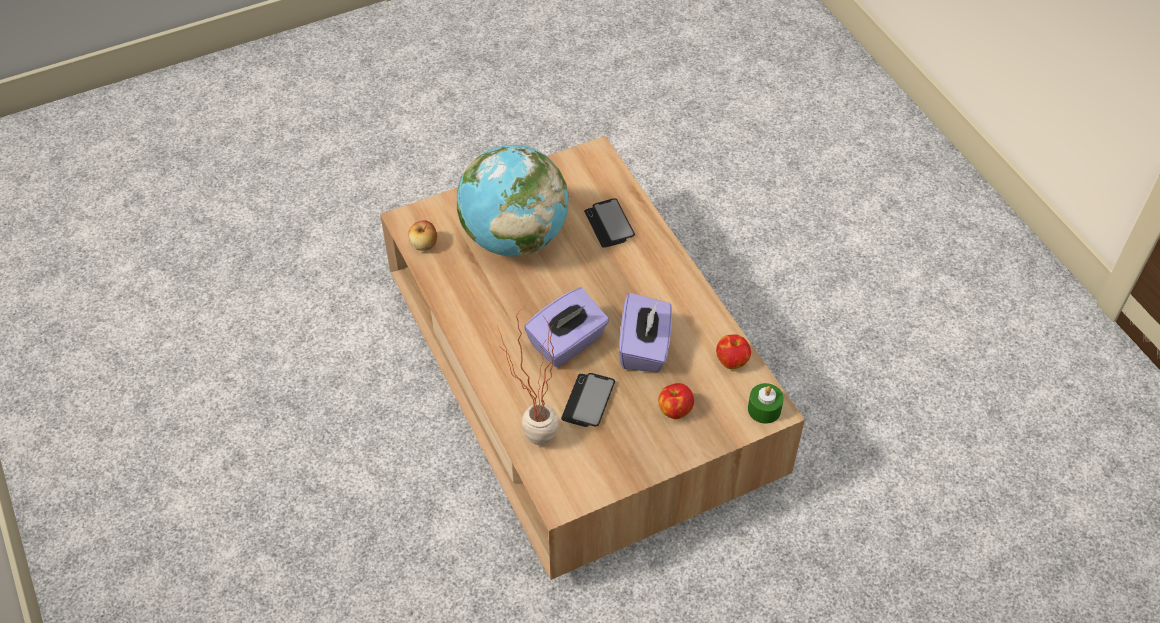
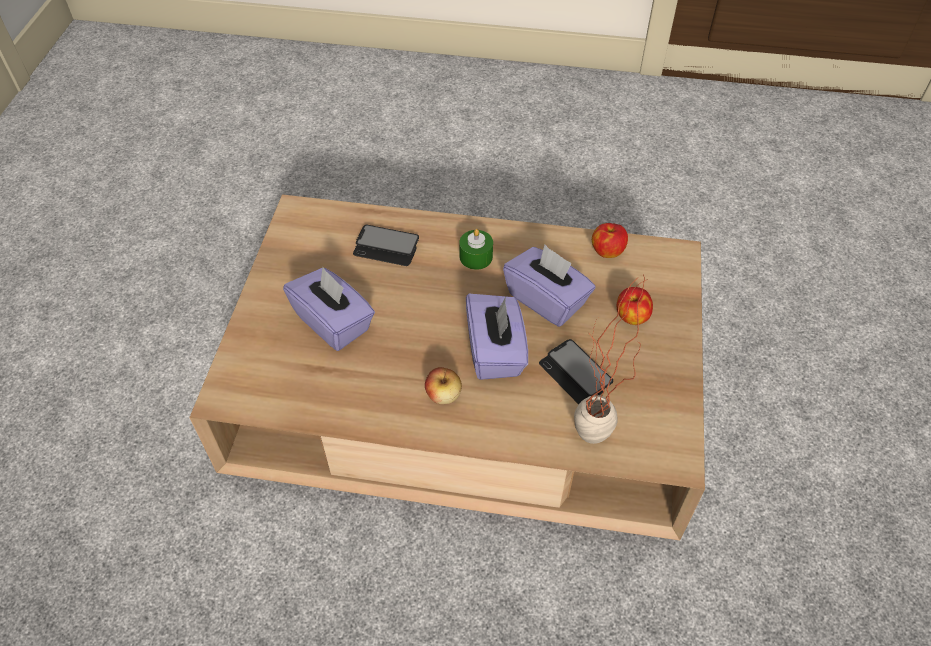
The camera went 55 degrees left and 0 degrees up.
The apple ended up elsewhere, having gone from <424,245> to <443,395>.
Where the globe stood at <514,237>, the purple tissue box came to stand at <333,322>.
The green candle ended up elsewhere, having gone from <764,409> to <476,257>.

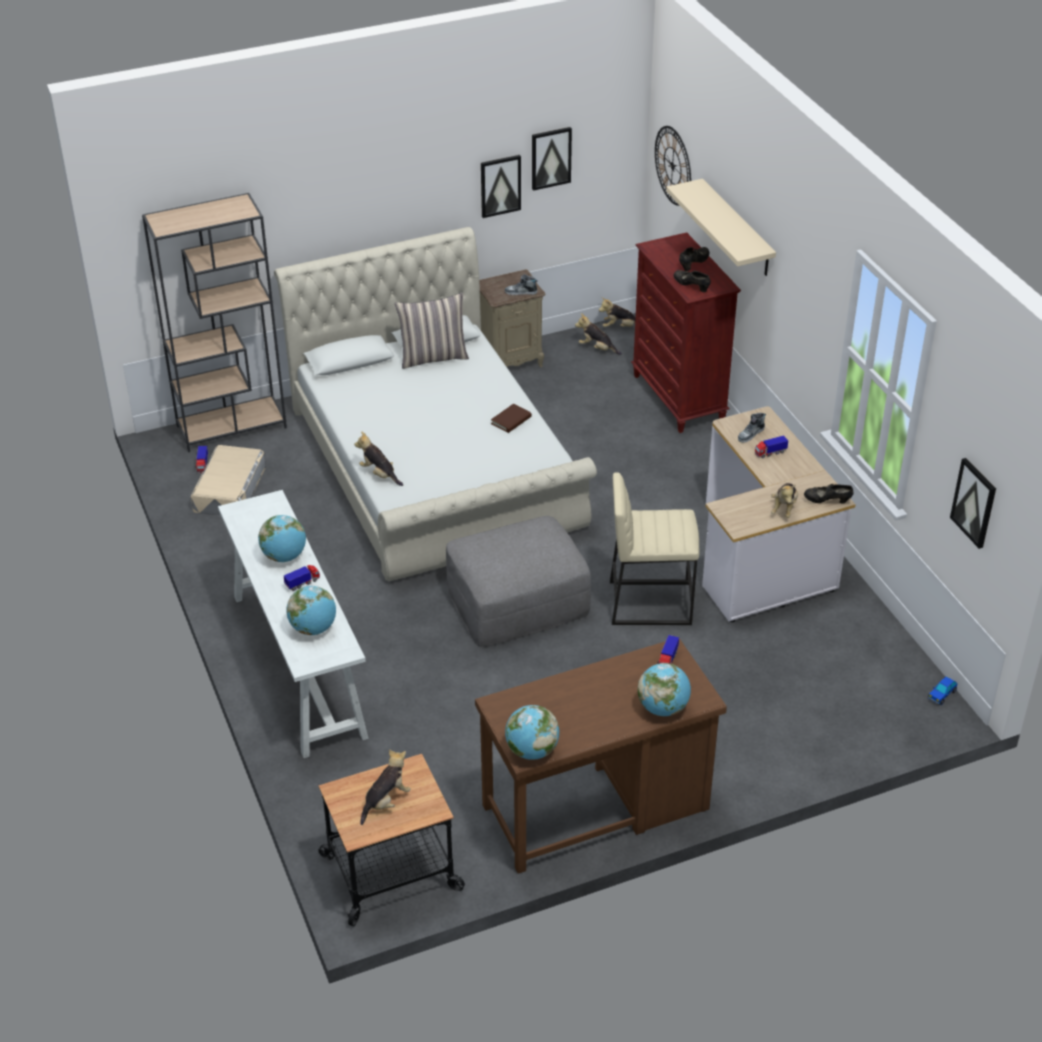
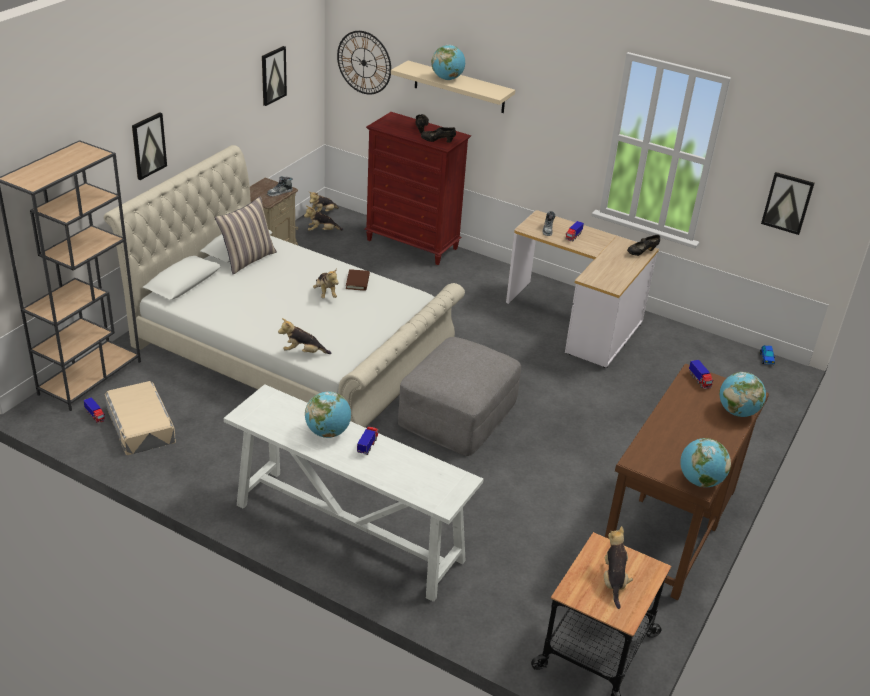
The camera went 40 degrees left and 5 degrees down.
The globe ended up elsewhere, having gone from <313,628> to <447,79>.
The picture ended up elsewhere, having gone from <500,185> to <148,145>.
The second view lost the beige stool at <650,602>.
The plush toy ended up elsewhere, having gone from <784,508> to <325,293>.

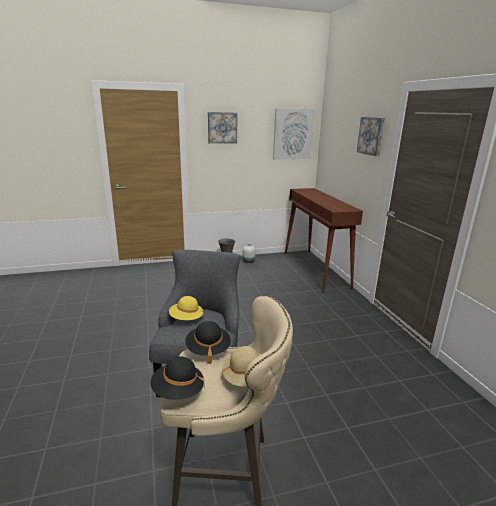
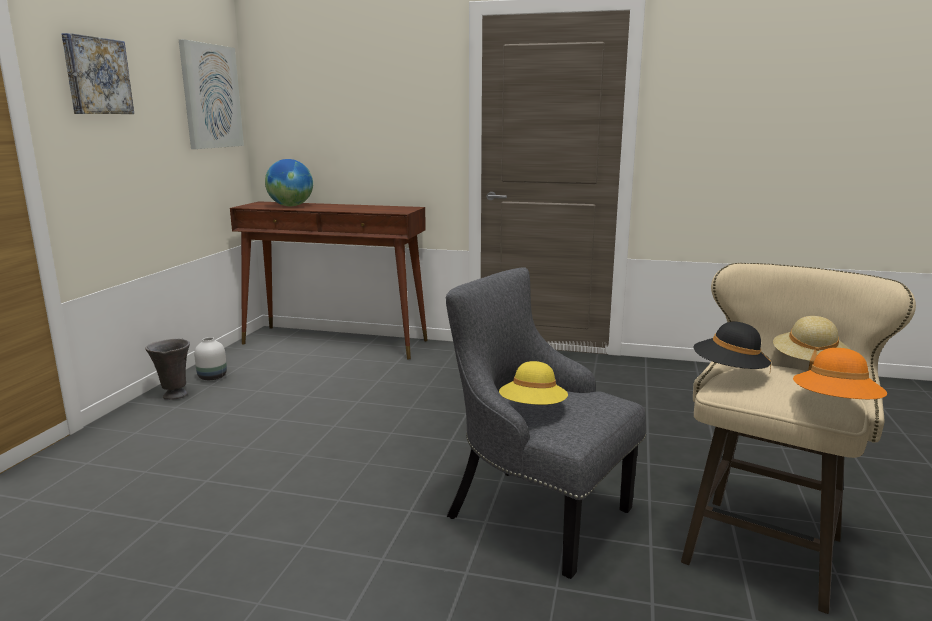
The camera went 60 degrees left and 5 degrees down.
What was the black hat at <178,391> turned into the orange hat at <835,405>.
The second view lost the picture at <371,136>.
The second view gained the globe at <290,206>.

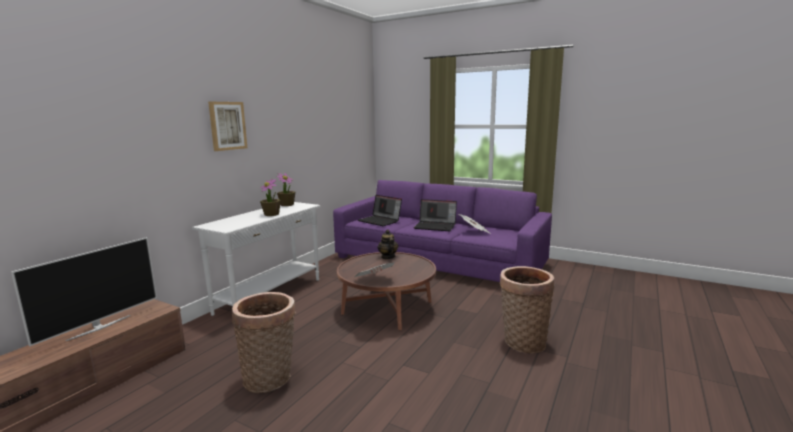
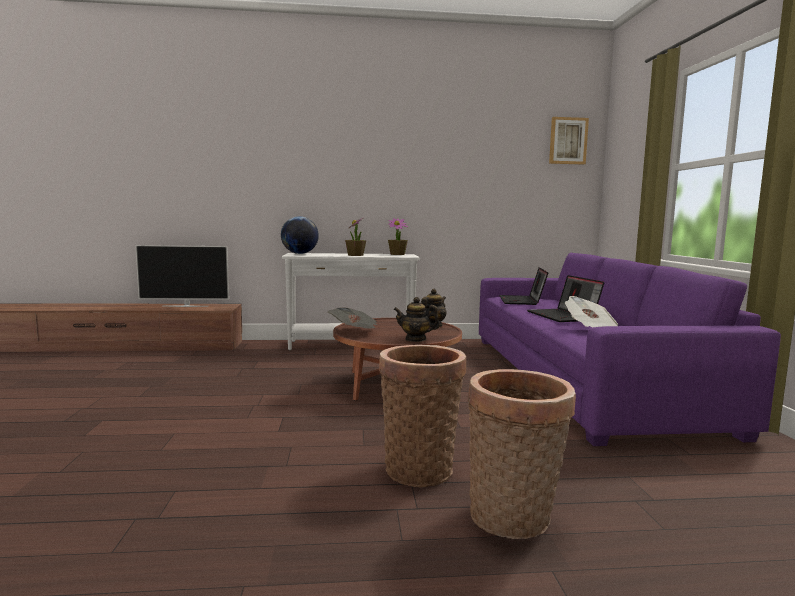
The camera went 55 degrees right and 5 degrees down.
The picture ended up elsewhere, having gone from <227,126> to <568,141>.
The basket ended up elsewhere, having gone from <270,378> to <514,518>.
The second view gained the globe at <300,253>.
The second view gained the teapot at <416,339>.

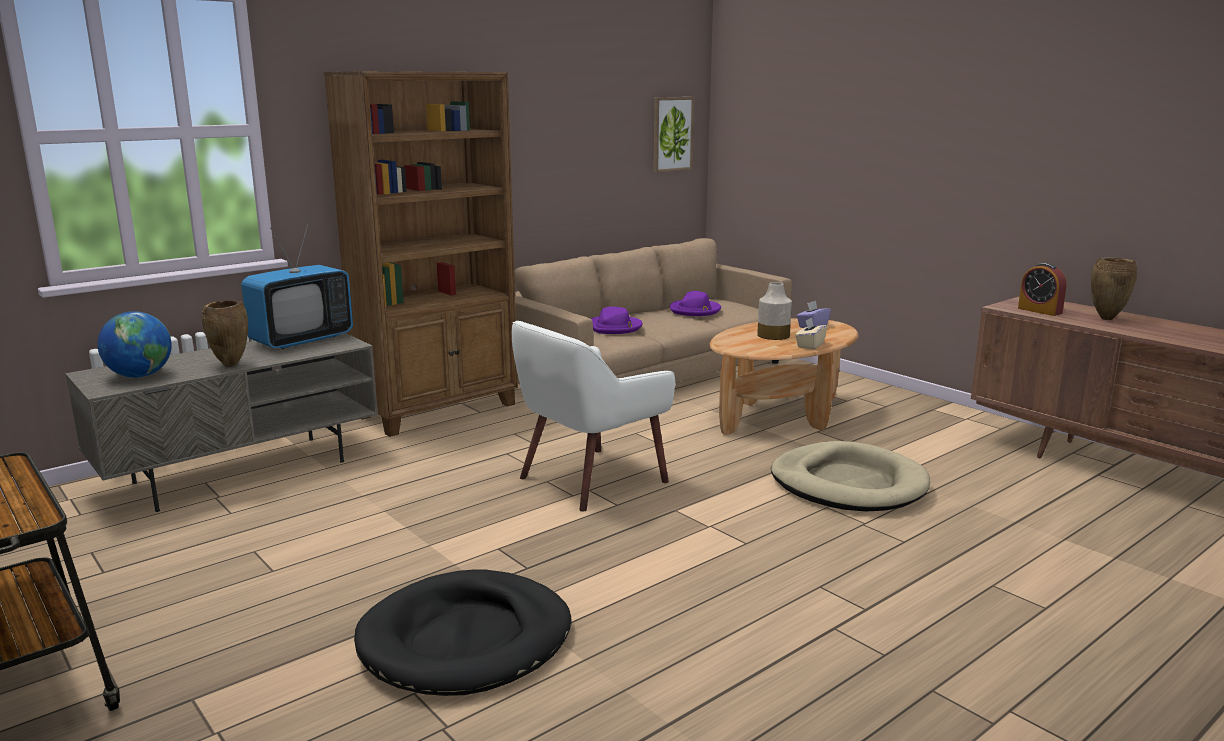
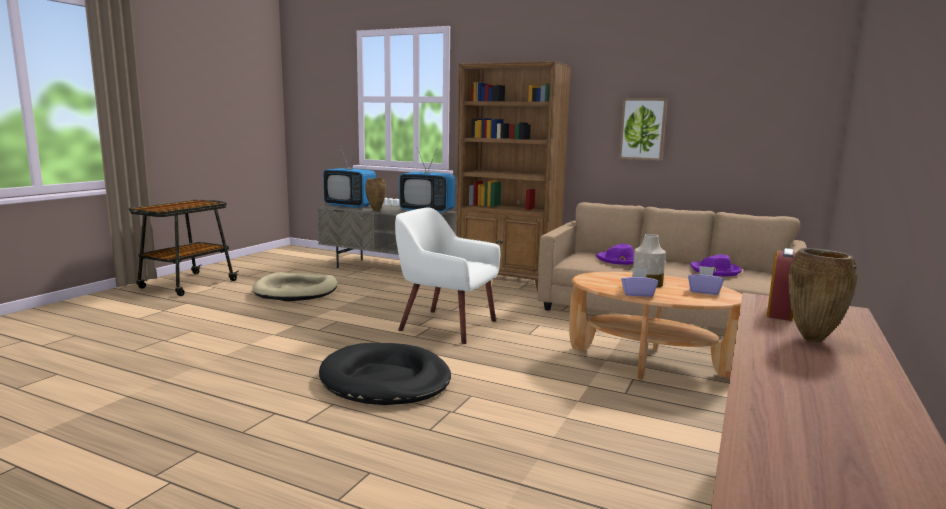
The camera went 65 degrees right and 5 degrees down.
Where the globe stood at <140,376>, the television came to stand at <350,206>.
The black dog bed ended up elsewhere, having gone from <466,639> to <385,380>.
The picture ended up elsewhere, having gone from <672,134> to <642,129>.
The beige dog bed ended up elsewhere, having gone from <848,484> to <296,291>.
What was the beige tissue box at <810,345> turned into the purple tissue box at <638,294>.

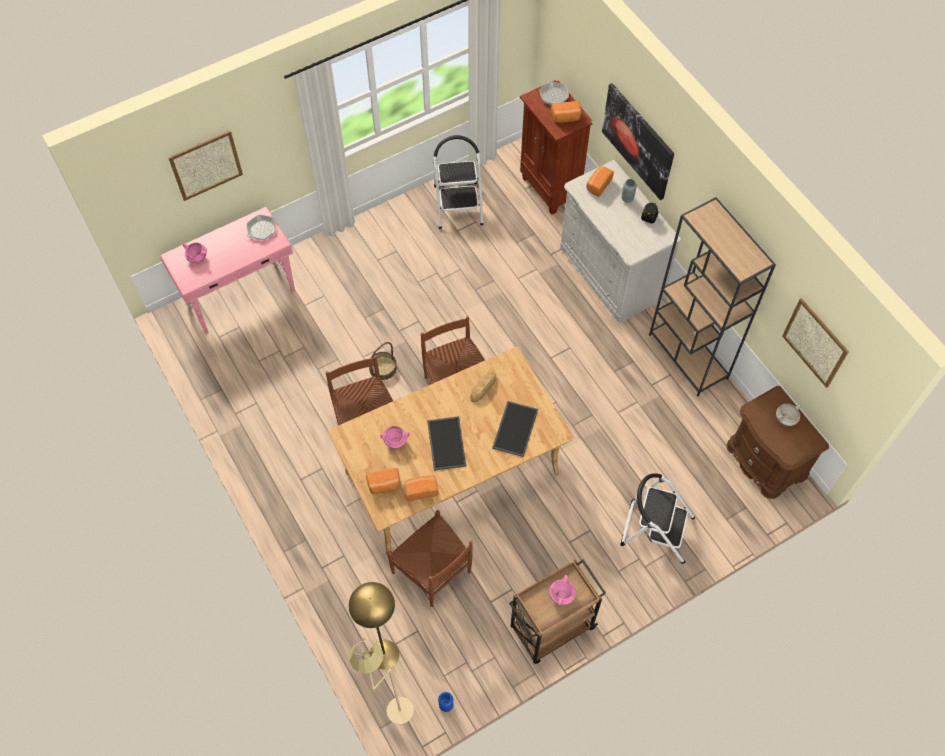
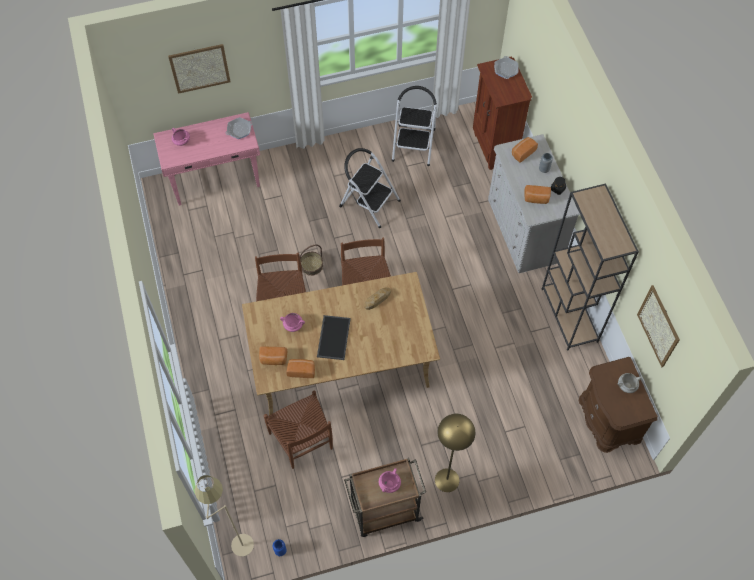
The camera went 15 degrees right and 0 degrees up.
The yellow floor lamp ended up elsewhere, having gone from <384,654> to <446,480>.
The second view lost the tray at <514,428>.
The bread ended up elsewhere, having gone from <566,118> to <536,199>.
The second view lost the picture at <638,141>.
The step ladder ended up elsewhere, having gone from <654,530> to <368,202>.

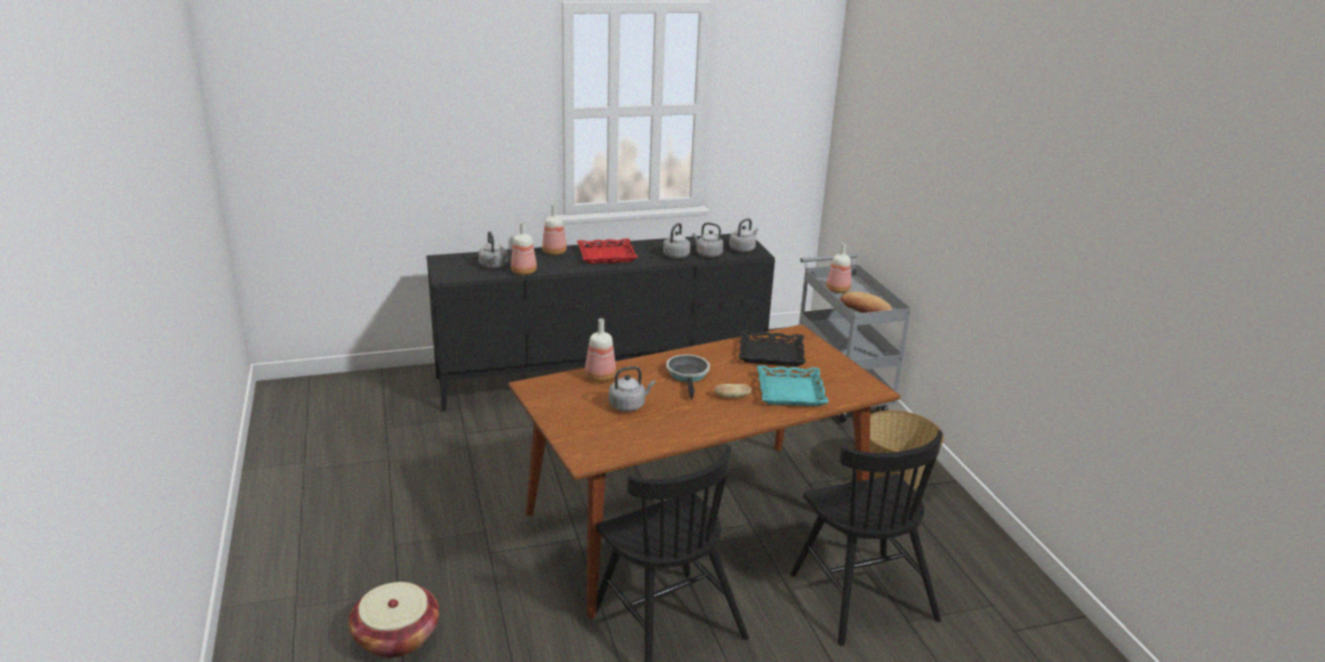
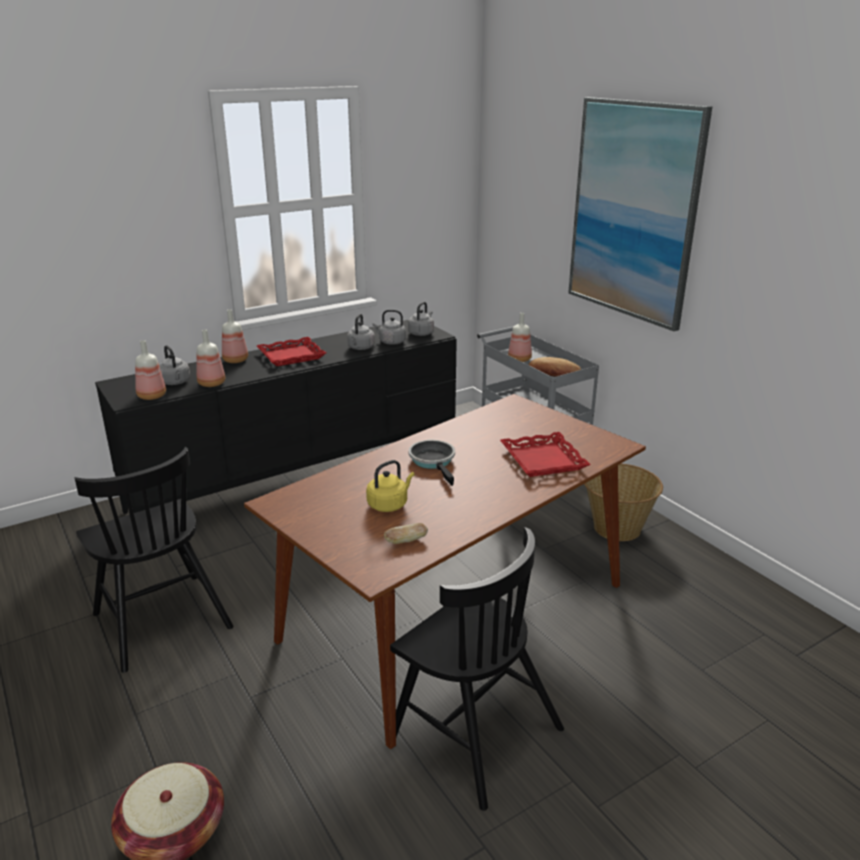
The camera went 15 degrees left and 0 degrees up.
The bottle ended up elsewhere, having gone from <599,377> to <151,396>.
What was the grey kettle at <628,405> turned into the yellow kettle at <389,504>.
The bread ended up elsewhere, having gone from <732,397> to <406,541>.
The second view lost the black tray at <771,353>.
What was the turquoise tray at <791,391> turned into the red tray at <544,460>.
The black chair ended up elsewhere, having gone from <859,591> to <159,616>.
The second view gained the picture at <633,211>.

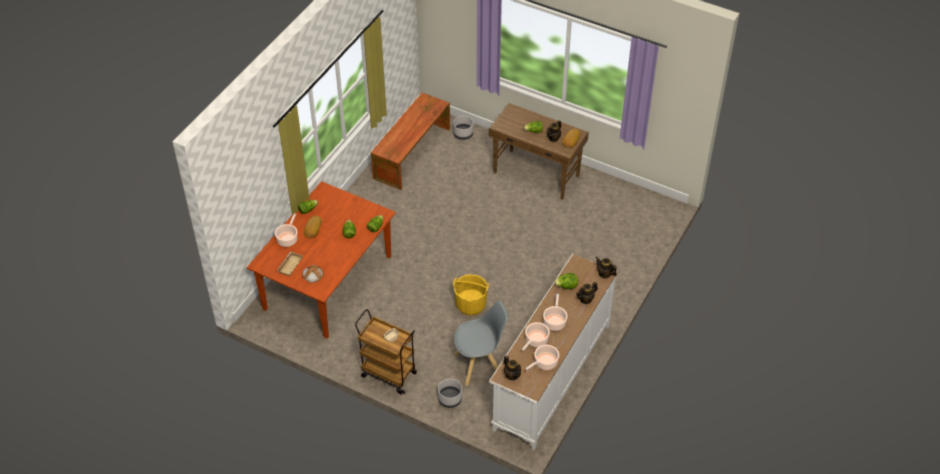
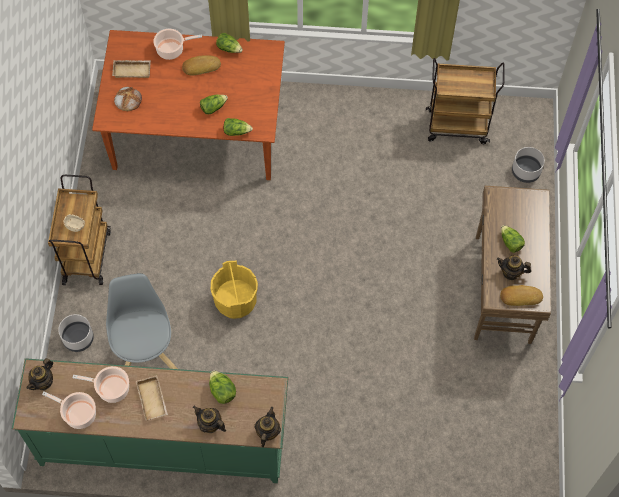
The camera went 65 degrees right and 15 degrees up.
Where the brown bench stood at <411,152>, the brown cart came to stand at <457,127>.
The grey chair at <480,364> ended up facing another way, 150 degrees counterclockwise from before.
What was the white cabinet at <551,376> turned into the green cabinet at <162,442>.
Where the cooking pot stood at <554,322>, the beige tray came to stand at <153,400>.

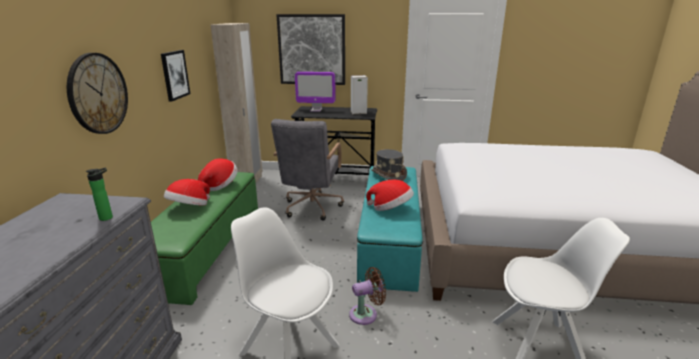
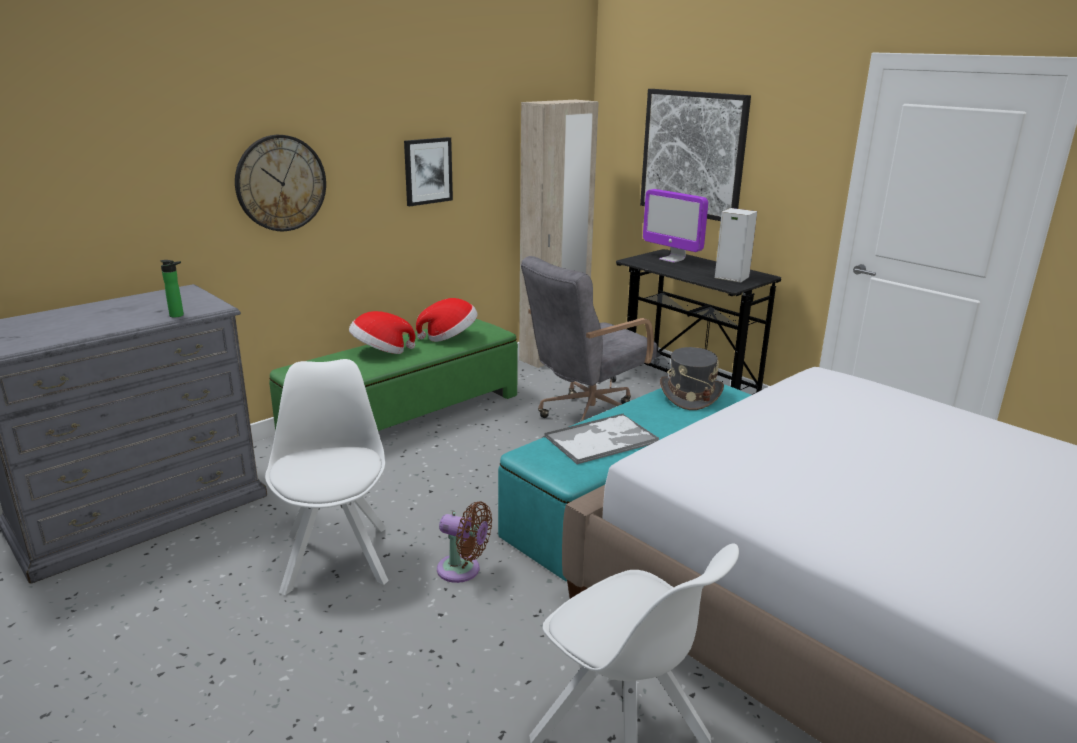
The camera went 40 degrees right and 0 degrees up.
Where the hat stood at <390,209>, the tray came to stand at <602,439>.

